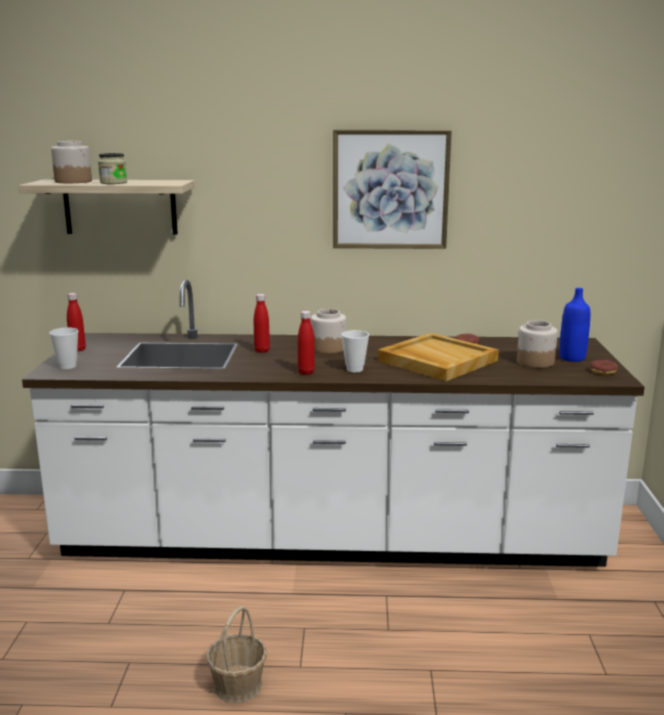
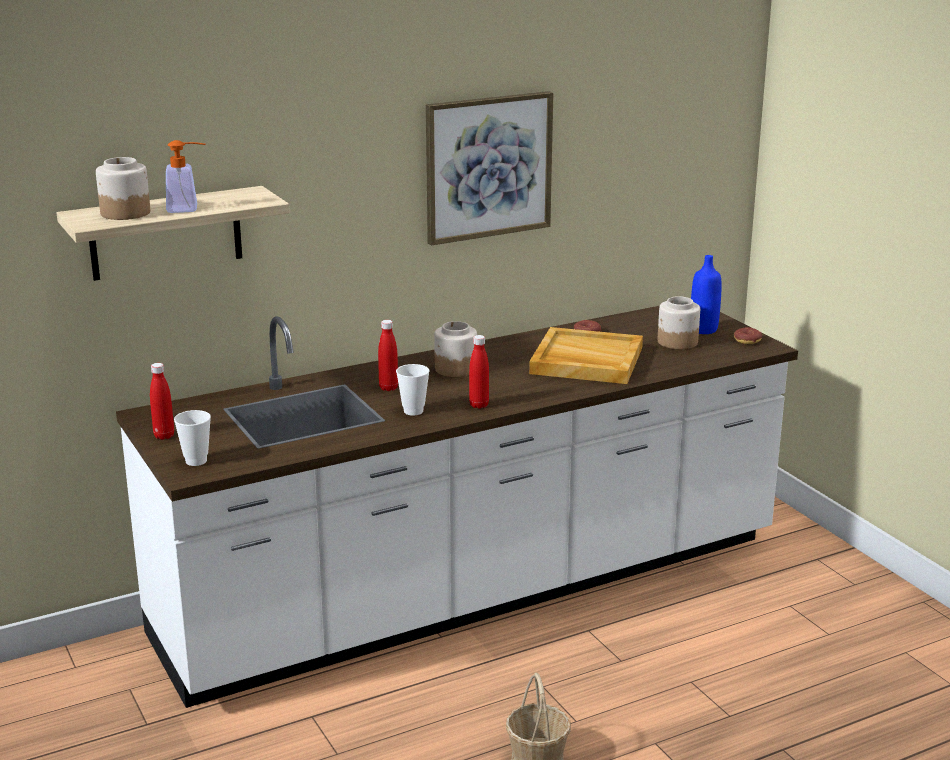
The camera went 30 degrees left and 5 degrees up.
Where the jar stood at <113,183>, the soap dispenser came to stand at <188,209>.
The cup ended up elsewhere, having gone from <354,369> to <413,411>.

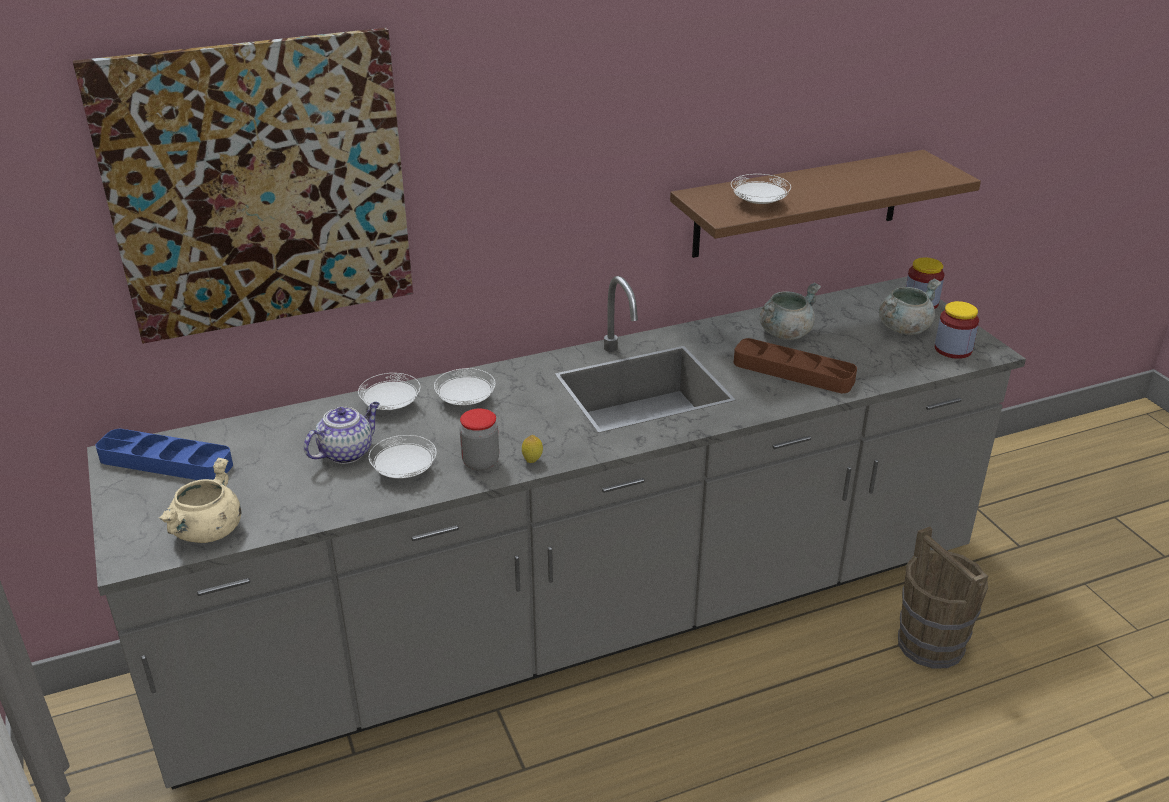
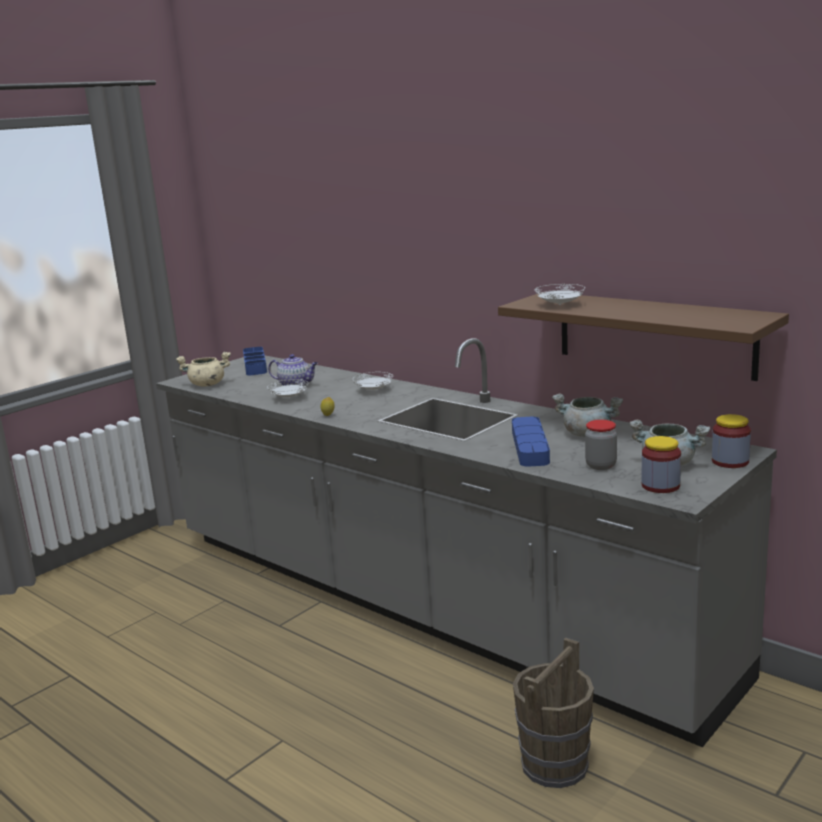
The camera went 65 degrees right and 15 degrees down.
The second view lost the picture at <260,187>.
The second view lost the white plate at <391,406>.
The jar ended up elsewhere, having gone from <480,462> to <601,465>.
What was the brown tray at <793,372> turned into the blue tray at <530,446>.

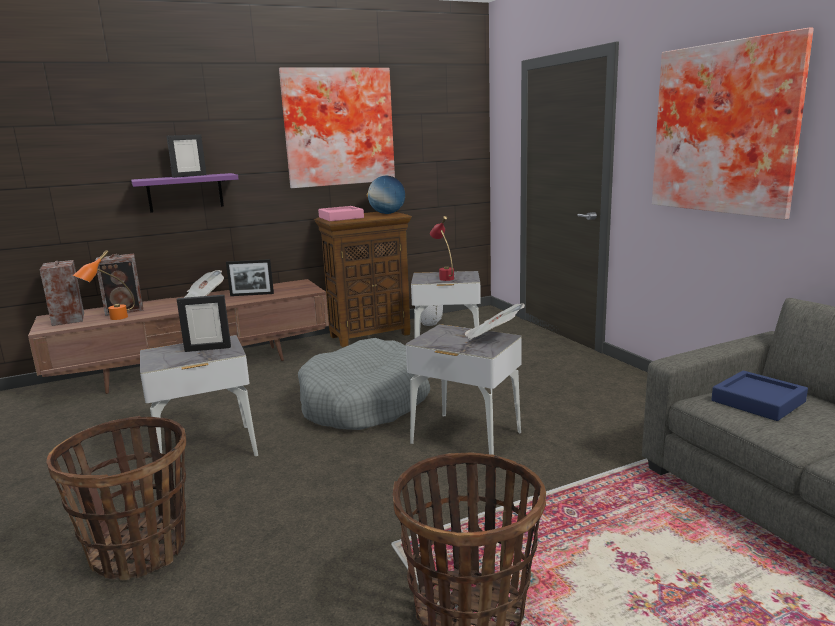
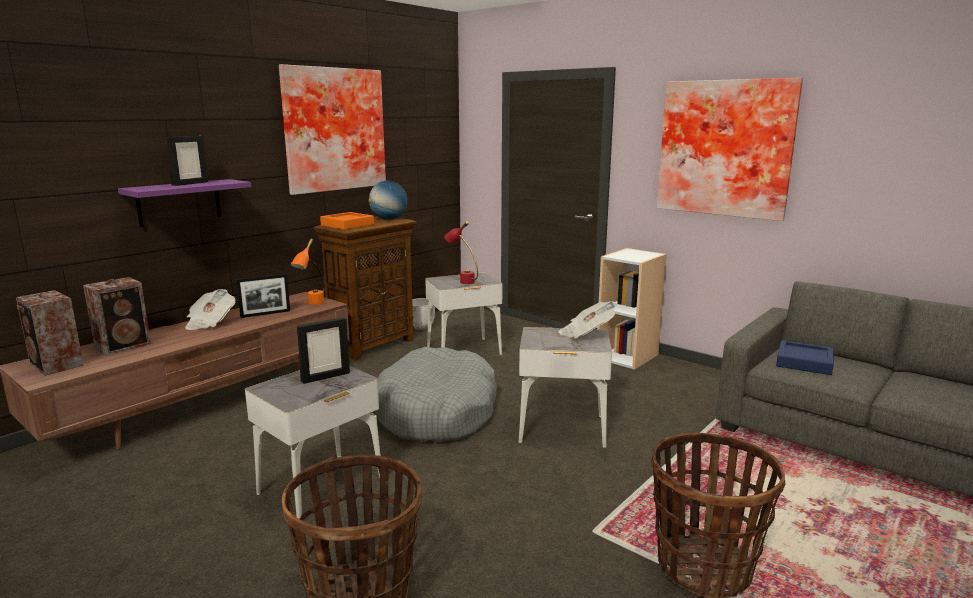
The camera went 25 degrees left and 0 degrees up.
The orange table lamp ended up elsewhere, having gone from <110,319> to <312,304>.
What was the pink tray at <341,217> turned into the orange tray at <347,225>.
The second view gained the bookcase at <628,356>.

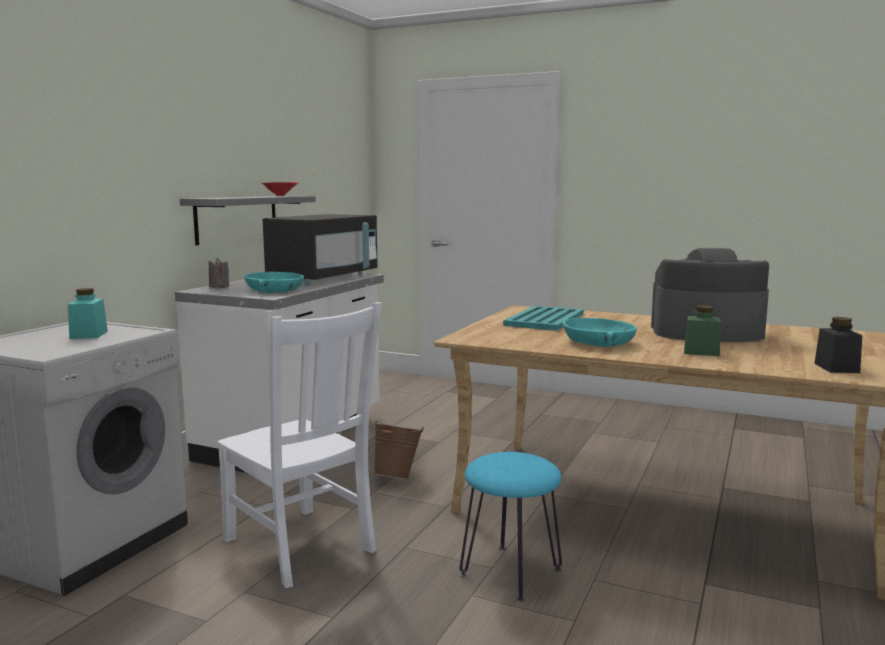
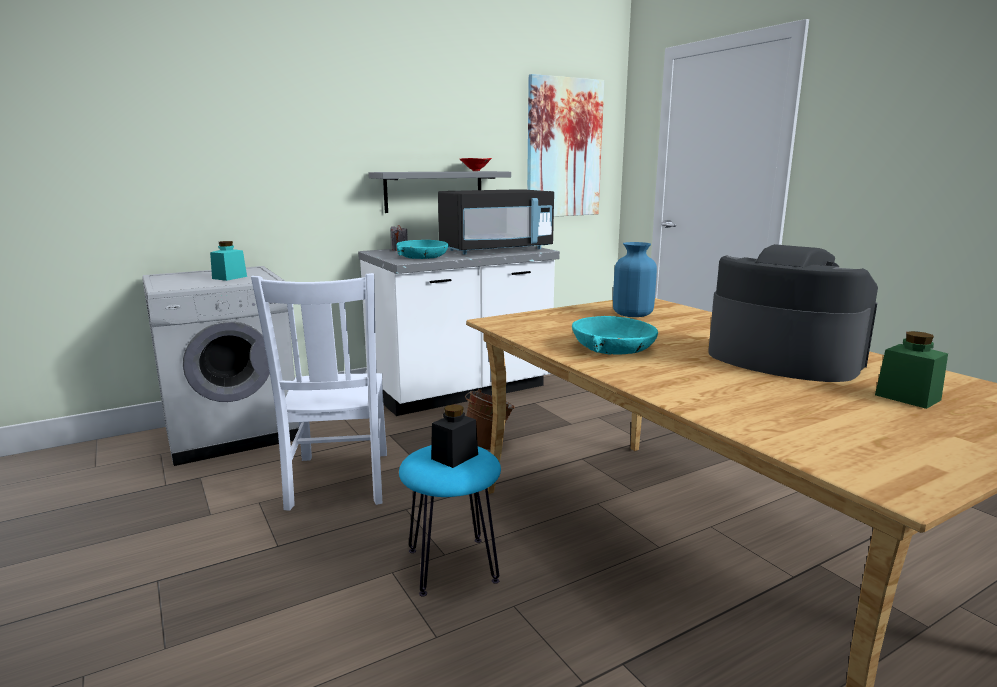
The camera went 35 degrees right and 5 degrees up.
Where the turquoise tray stood at <545,319>, the blue vase came to stand at <632,314>.
The green jar ended up elsewhere, having gone from <701,352> to <907,397>.
The black jar ended up elsewhere, having gone from <836,368> to <454,456>.
The second view gained the picture at <564,148>.

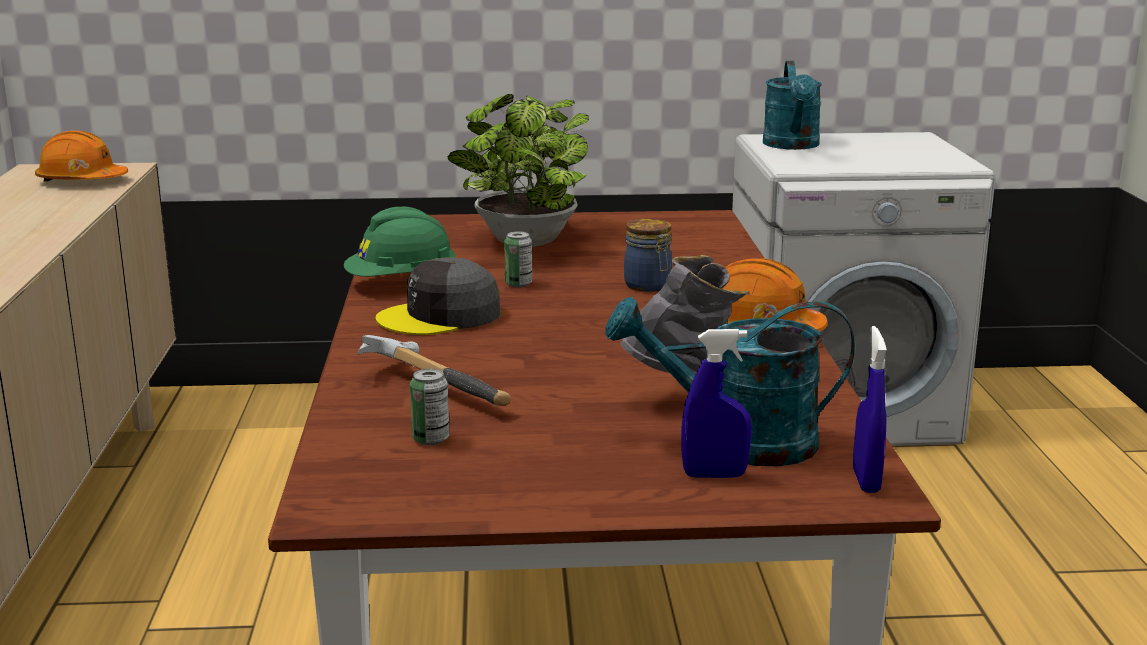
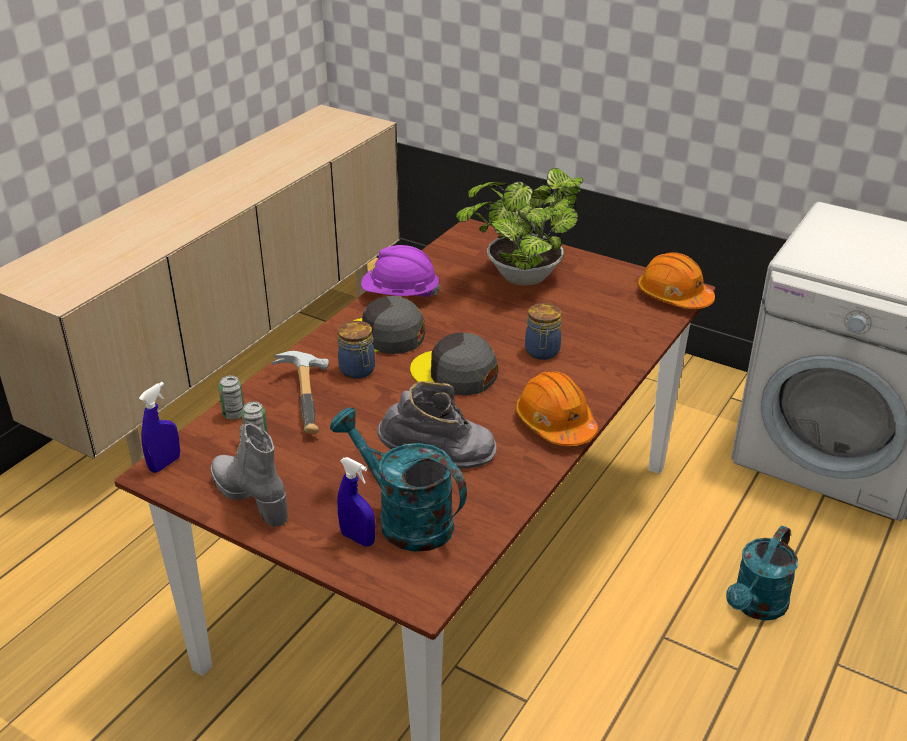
The camera went 35 degrees right and 15 degrees up.
The orange hard hat ended up elsewhere, having gone from <81,181> to <673,297>.
What was the green hard hat at <401,283> turned into the purple hard hat at <400,295>.
The can ended up elsewhere, having gone from <518,284> to <234,414>.
The turquoise watering can ended up elsewhere, having gone from <792,146> to <756,607>.
The blue spray bottle ended up elsewhere, having gone from <866,481> to <165,464>.
The second view gained the grey boot at <251,497>.
The second view gained the jar at <358,371>.
The second view gained the grey cap at <454,373>.

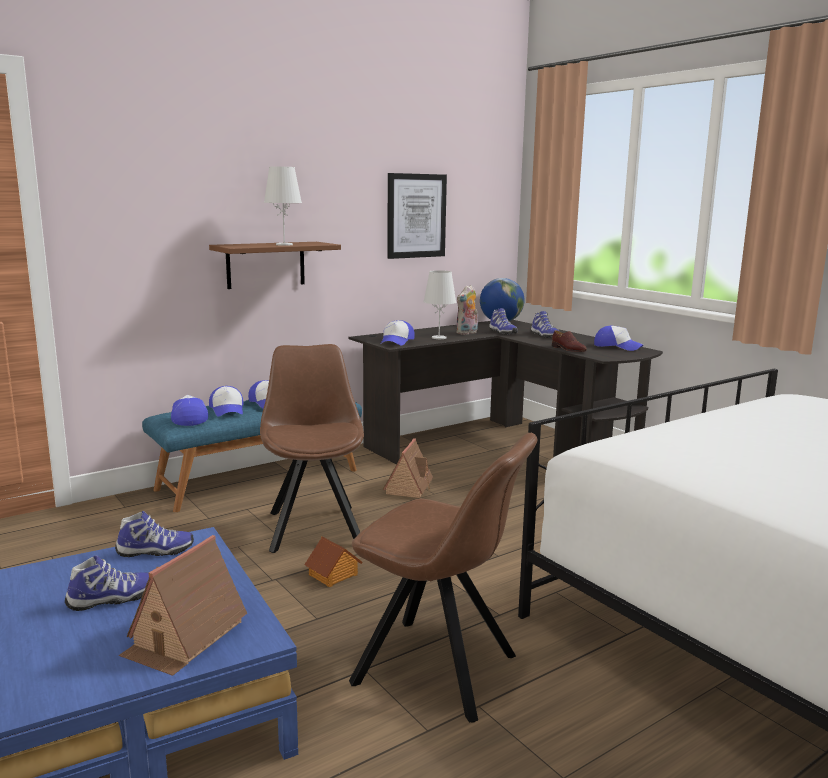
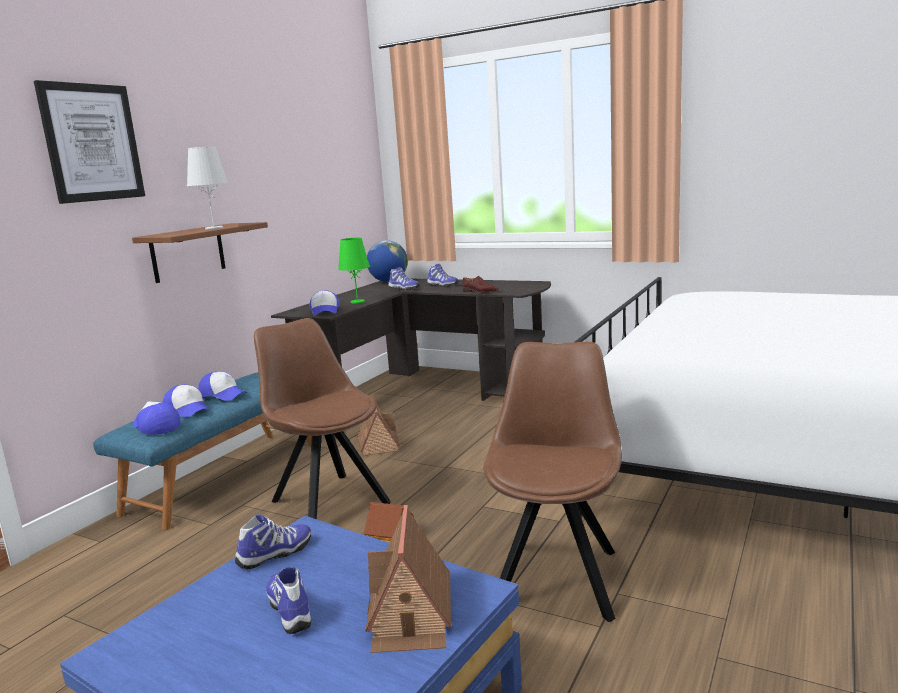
The camera went 25 degrees left and 0 degrees up.
The shoe at <112,600> ended up facing another way, 60 degrees counterclockwise from before.
The brown chair at <437,669> ended up facing another way, 75 degrees counterclockwise from before.
The picture ended up elsewhere, having gone from <416,216> to <92,143>.
What was the white table lamp at <438,337> turned into the green table lamp at <357,302>.
The second view lost the plush toy at <467,333>.
The second view lost the cap at <617,347>.

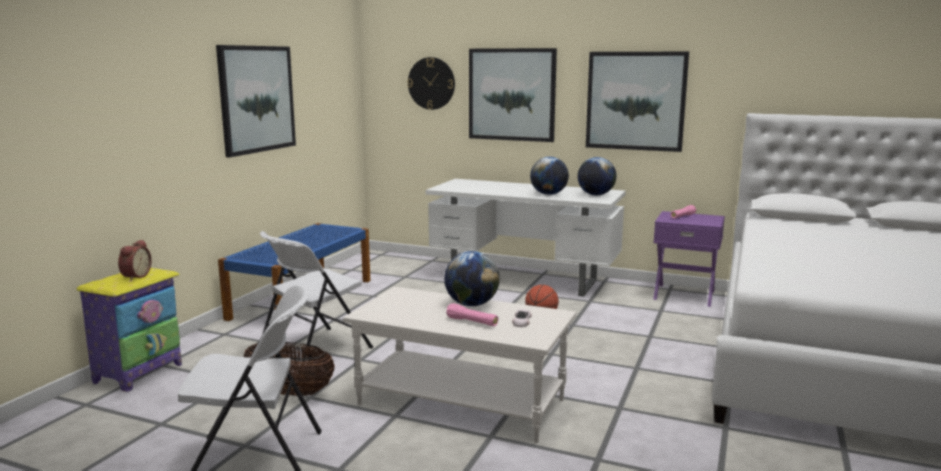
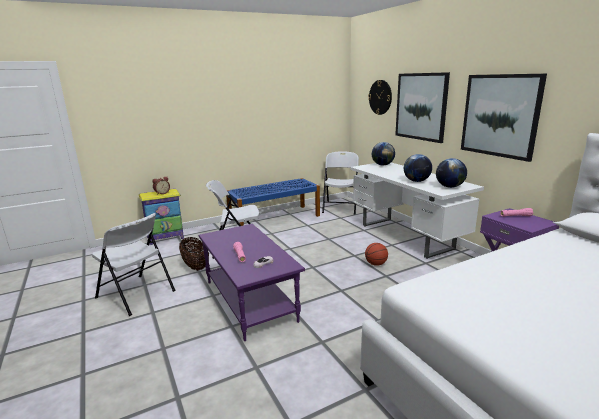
The camera went 40 degrees right and 5 degrees up.
The second view lost the picture at <257,99>.
What was the white coffee table at <462,401> turned into the purple coffee table at <251,300>.
The globe ended up elsewhere, having gone from <471,304> to <382,165>.
The second view gained the white chair at <340,207>.

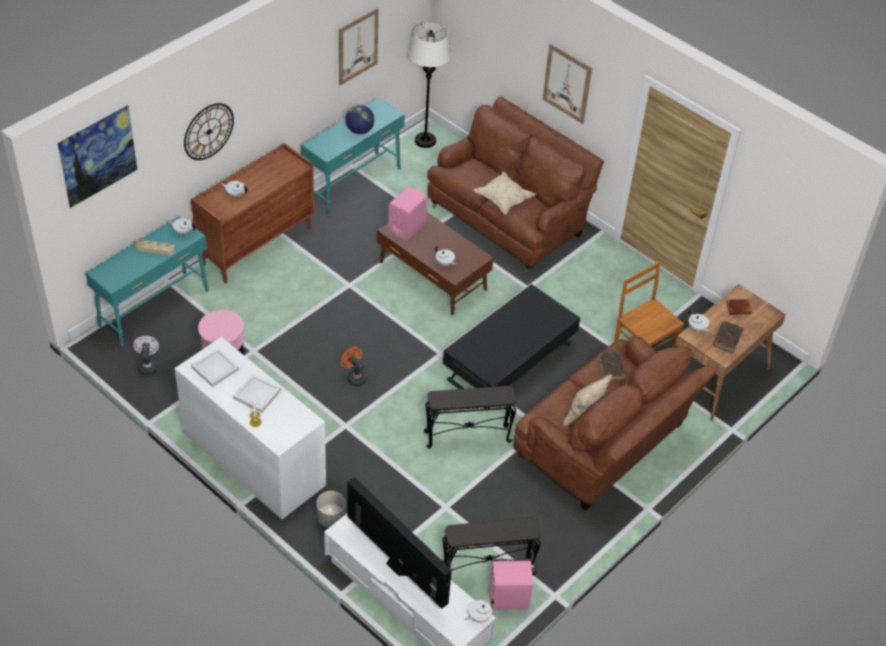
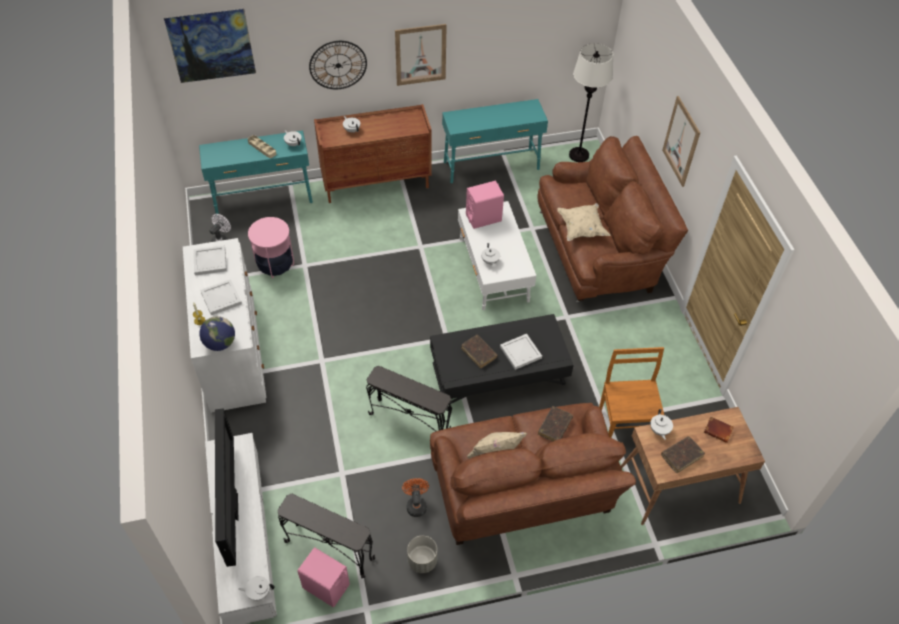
The camera went 35 degrees right and 5 degrees up.
The grey planter ended up elsewhere, having gone from <331,518> to <422,561>.
The picture ended up elsewhere, having gone from <357,46> to <420,54>.
The orange fan ended up elsewhere, having gone from <354,377> to <416,504>.
The globe ended up elsewhere, having gone from <359,130> to <220,343>.
What was the brown coffee table at <433,276> turned into the white coffee table at <494,270>.
The second view gained the brown book at <479,353>.
The second view gained the white tray at <520,353>.

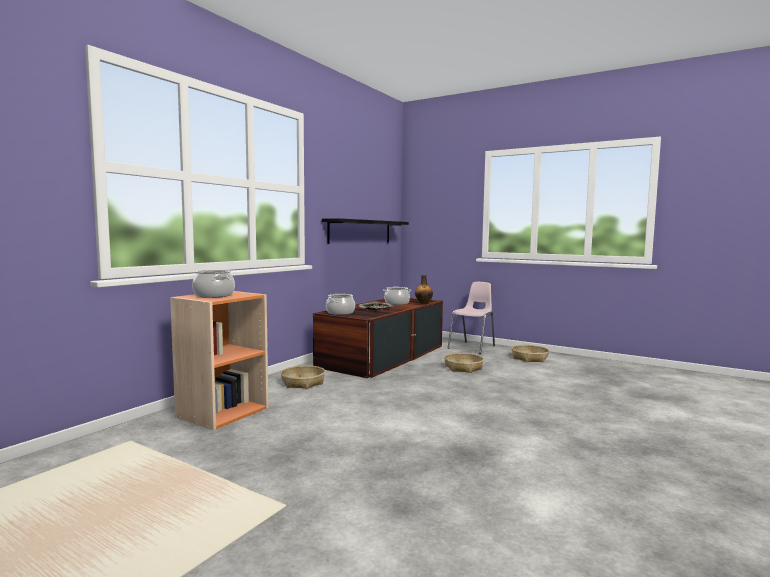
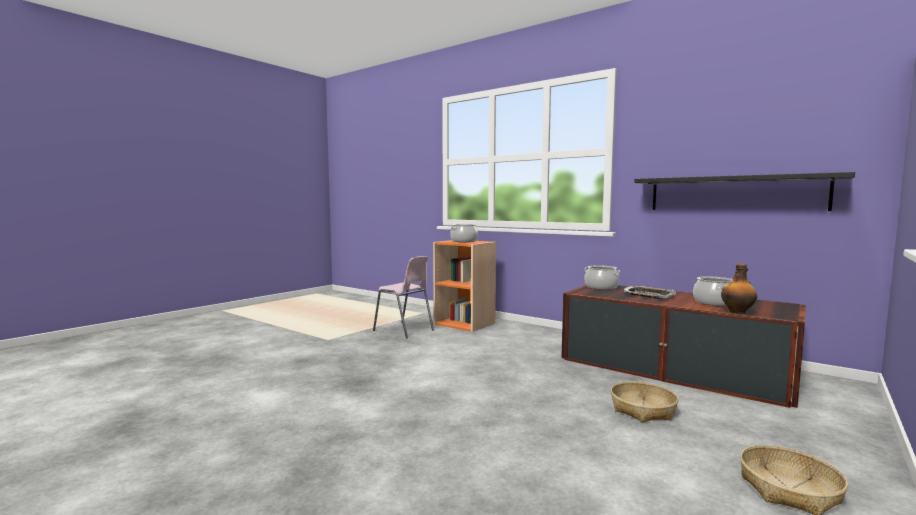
The camera went 95 degrees right and 0 degrees up.
The second view lost the basket at <303,383>.
The pink chair ended up elsewhere, having gone from <472,347> to <404,330>.

